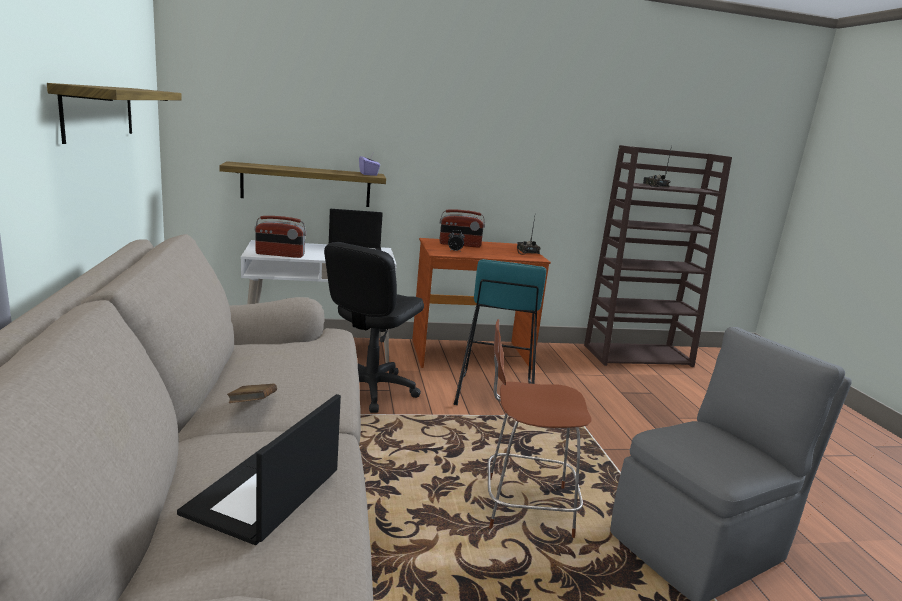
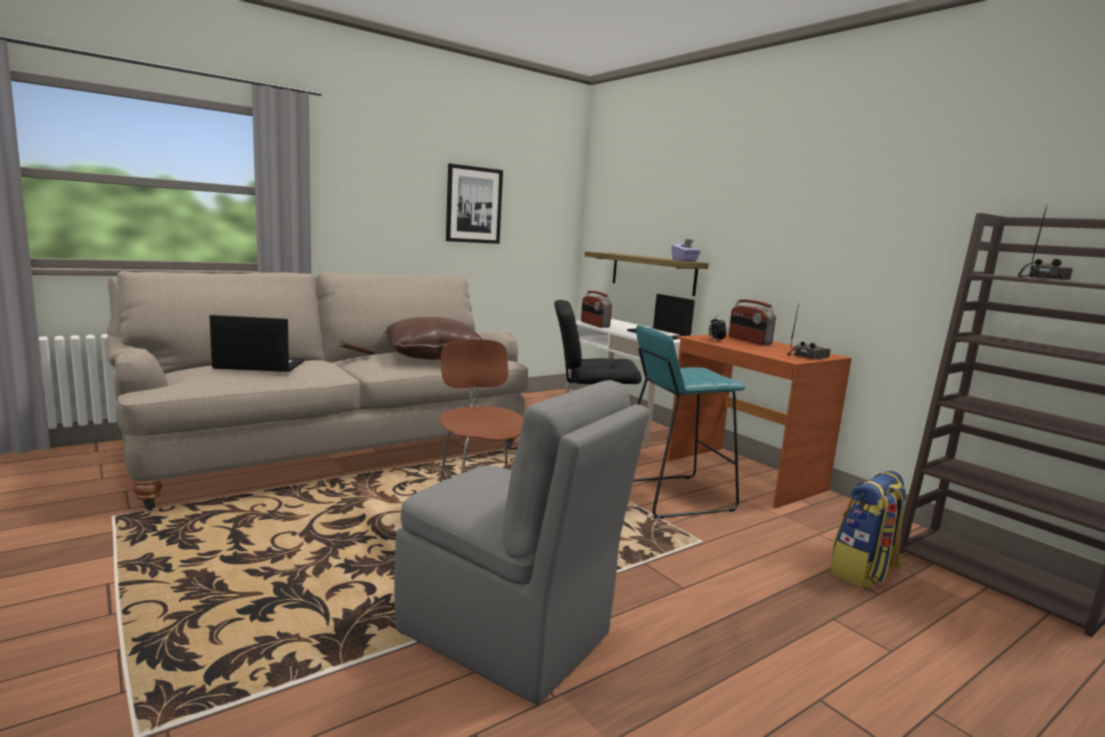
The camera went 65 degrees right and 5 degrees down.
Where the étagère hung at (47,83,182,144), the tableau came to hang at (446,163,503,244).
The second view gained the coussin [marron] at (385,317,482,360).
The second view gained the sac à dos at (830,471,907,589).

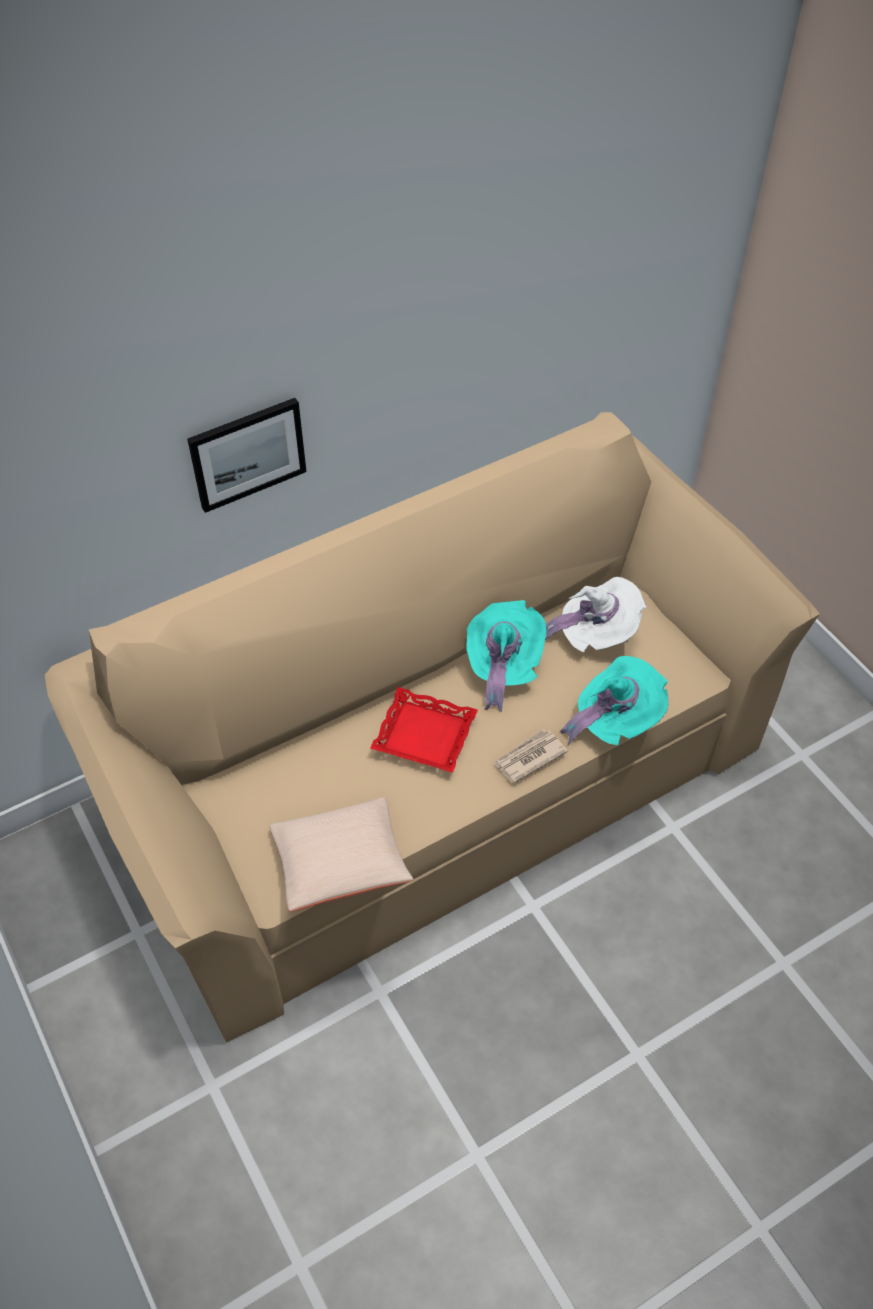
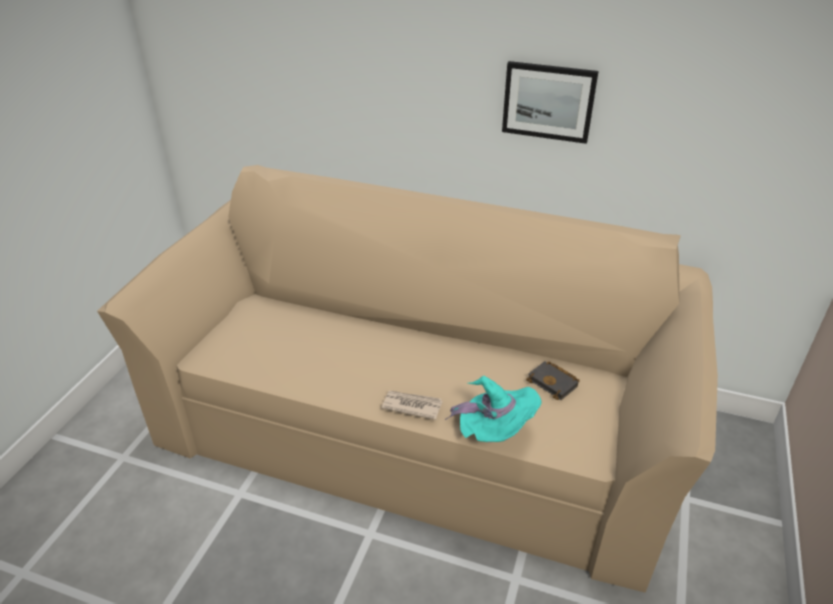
The camera went 50 degrees right and 15 degrees down.
The tableau ended up elsewhere, having gone from (187,398,306,513) to (502,61,599,144).
The second view lost the coussin [beige] at (269,797,413,912).
The second view lost the plateau [rouge] at (370,687,478,773).
The second view lost the chapeau [turquoise] at (466,600,546,712).
Where the chapeau [blanc] stood at (545,577,646,652), the livre [noir] came to stand at (526,361,580,400).

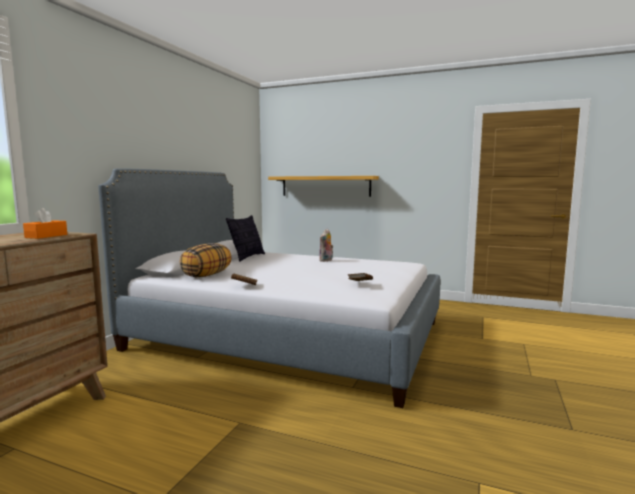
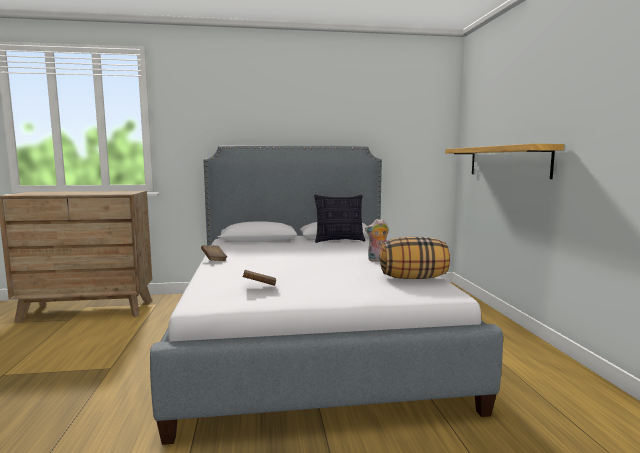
The camera went 60 degrees right and 0 degrees up.
The second view lost the boîte à mouchoirs [orange] at (23,208,67,239).
The coussin ended up elsewhere, having gone from (180,243,232,277) to (380,237,450,279).

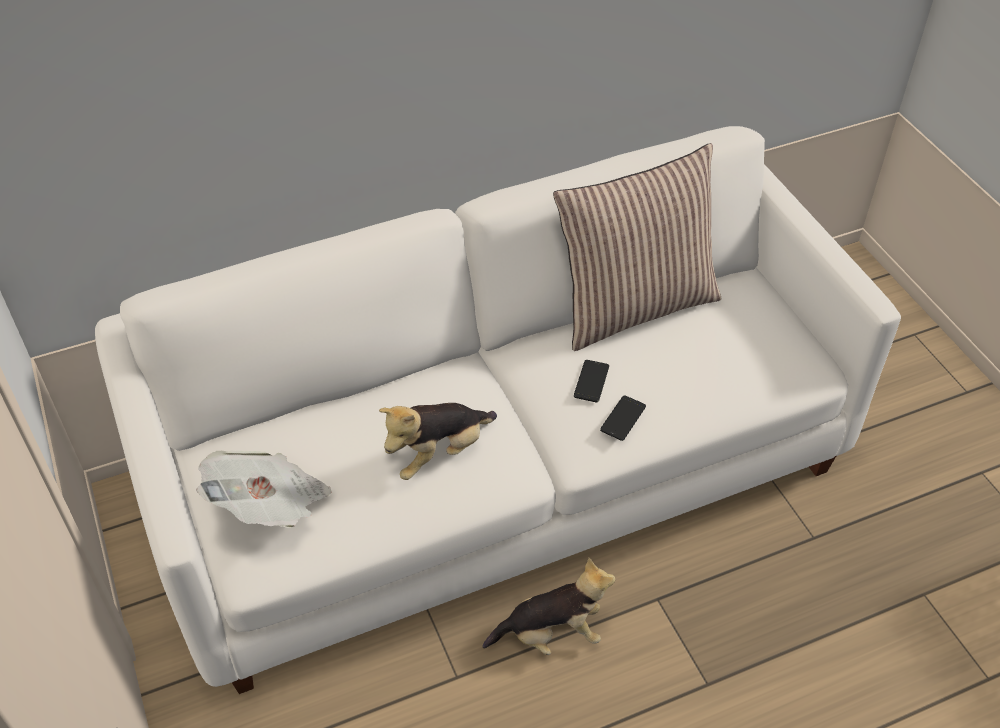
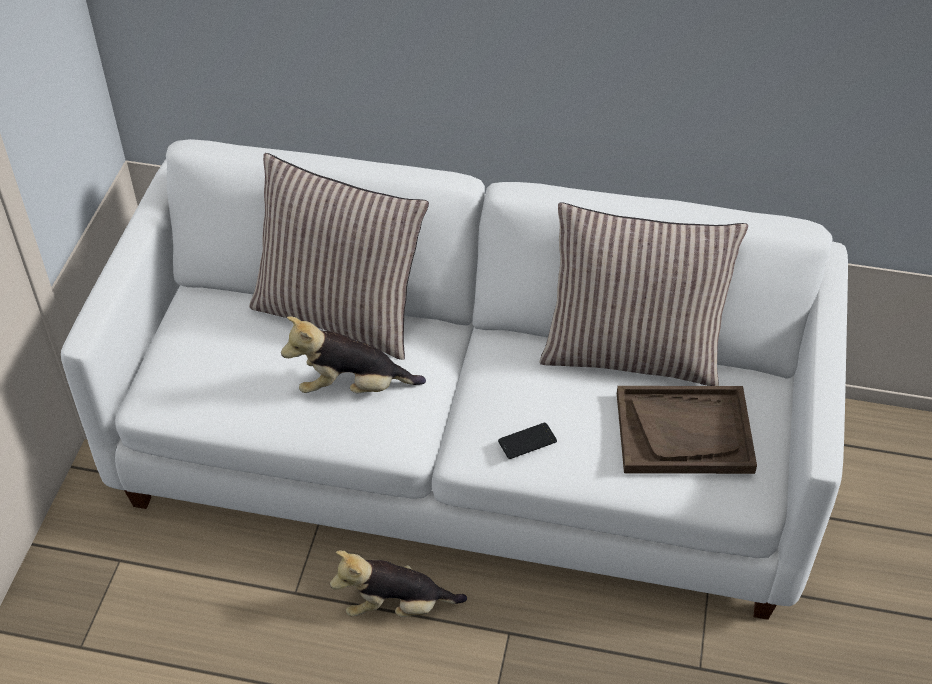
The camera went 35 degrees right and 0 degrees up.
The second view lost the journal at (196,451,331,528).
The peluche at (483,558,615,655) ended up facing another way, 150 degrees clockwise from before.
The second view lost the téléphone at (574,360,609,403).
The second view gained the coussin at (249,153,429,360).
The second view gained the plateau [marron] at (617,386,757,474).

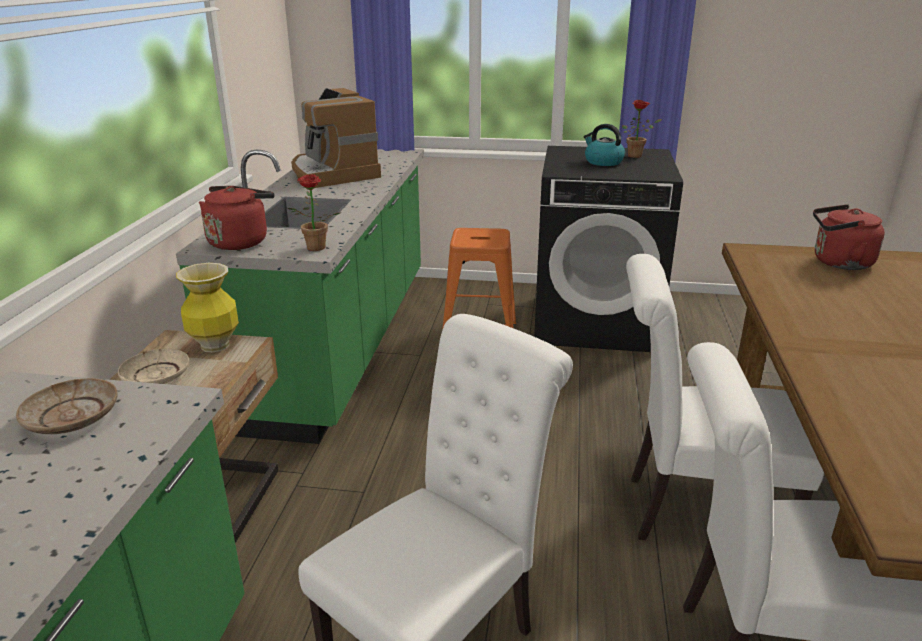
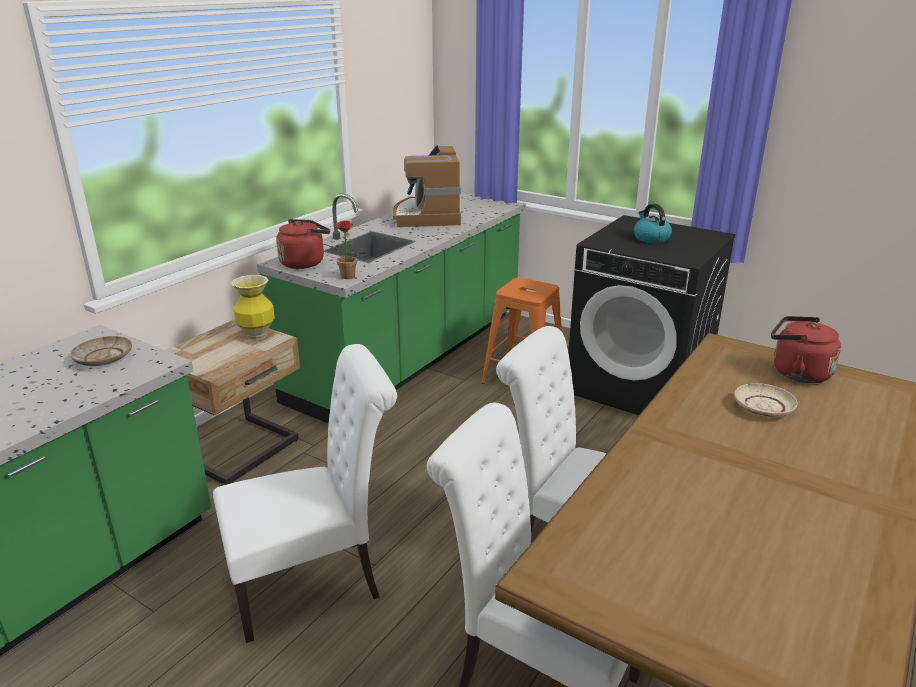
The camera went 25 degrees right and 0 degrees up.
The assiette [beige] ended up elsewhere, having gone from (118,349,189,384) to (734,383,798,417).
The second view lost the plante en pot at (622,100,662,158).

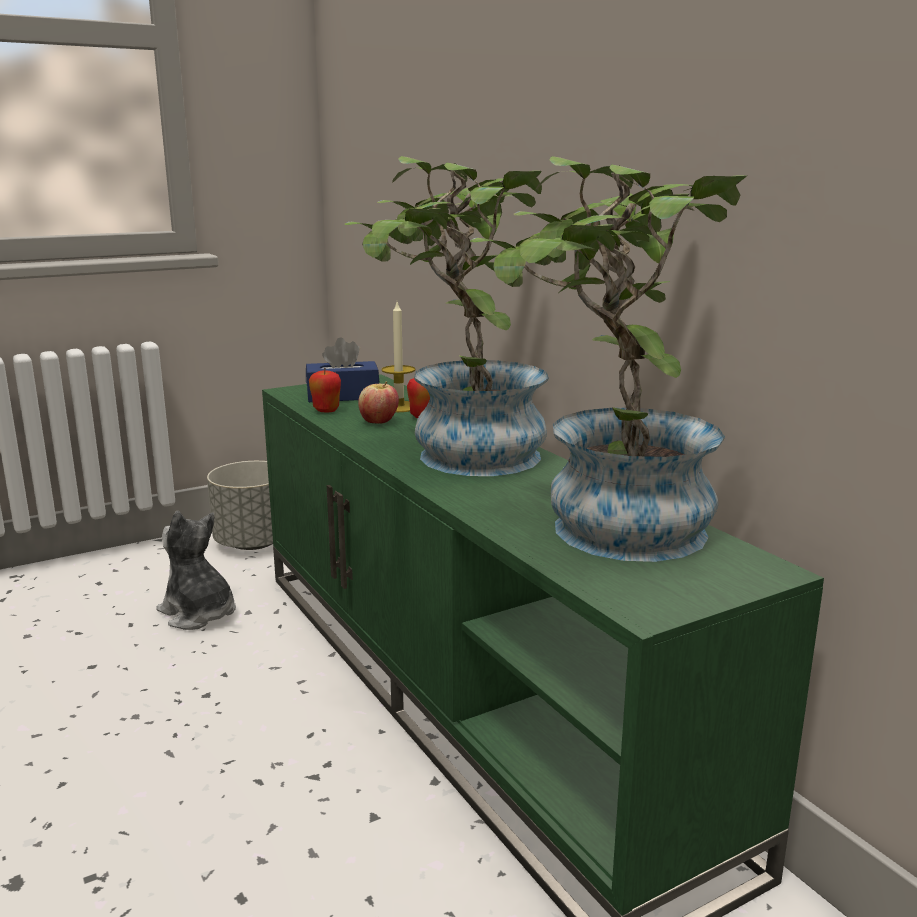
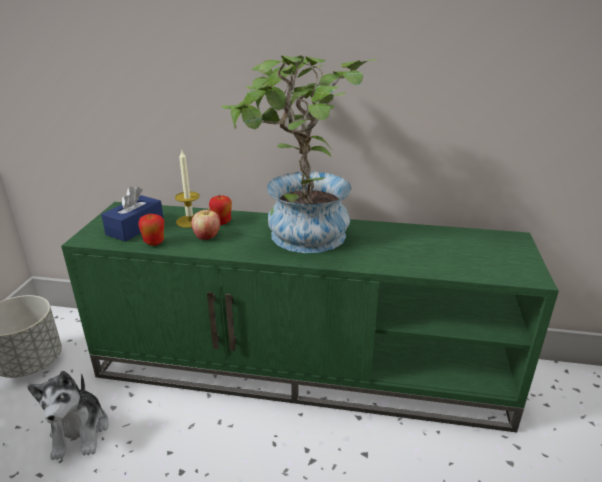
The camera went 50 degrees left and 10 degrees up.
The peluche at (156,511,236,630) ended up facing another way, 90 degrees counterclockwise from before.
The second view lost the plante en pot at (470,156,748,562).

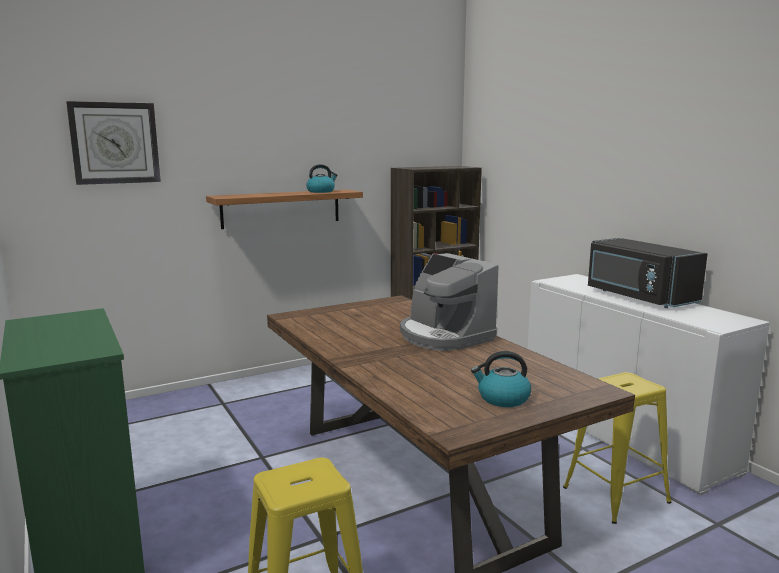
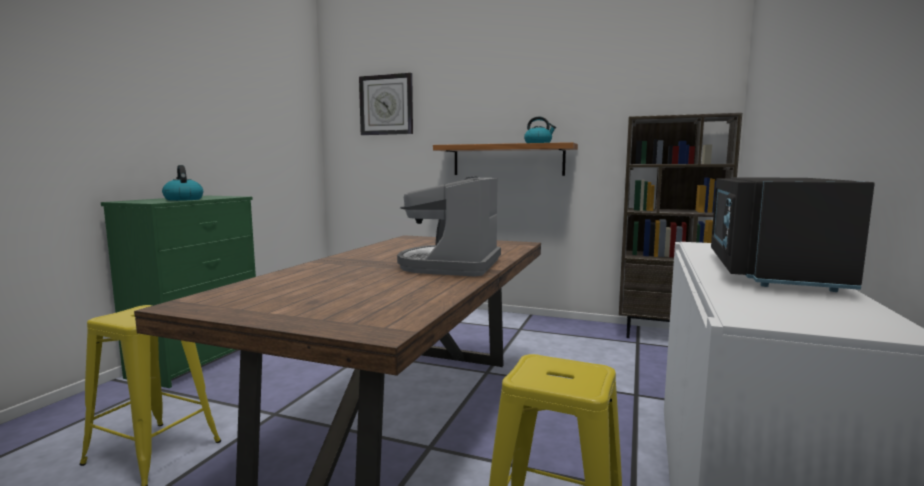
The camera went 50 degrees right and 5 degrees down.
The bouilloire ended up elsewhere, having gone from (471,351,531,407) to (162,165,203,201).

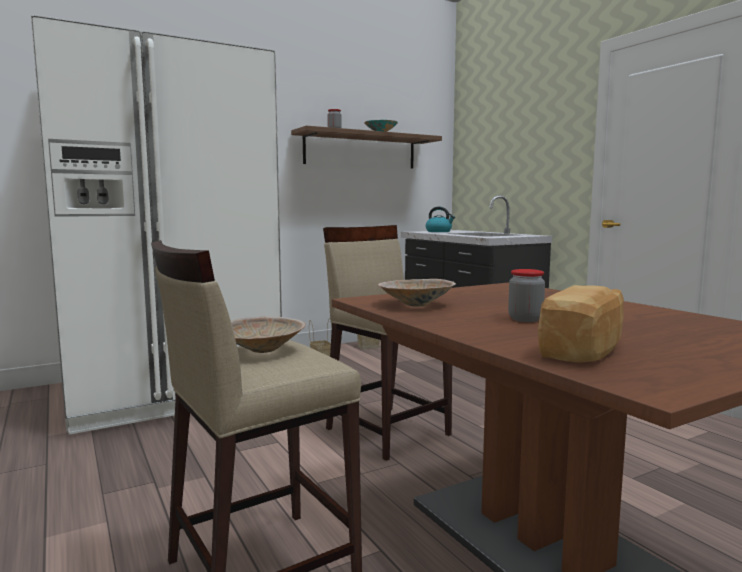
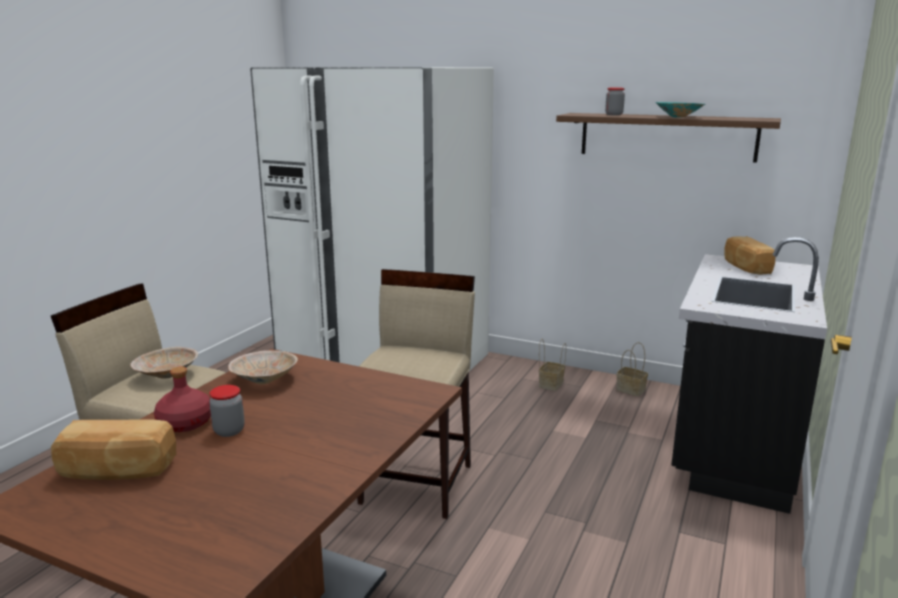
The camera went 55 degrees right and 10 degrees up.
Where the bouilloire stood at (426,207,455,232), the pain came to stand at (724,236,775,275).
The second view gained the bouteille [rouge] at (154,366,211,432).

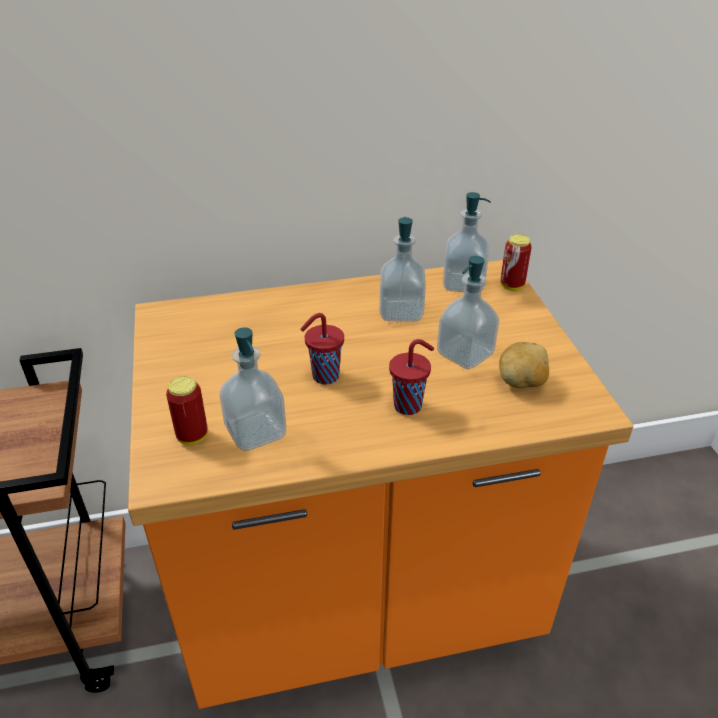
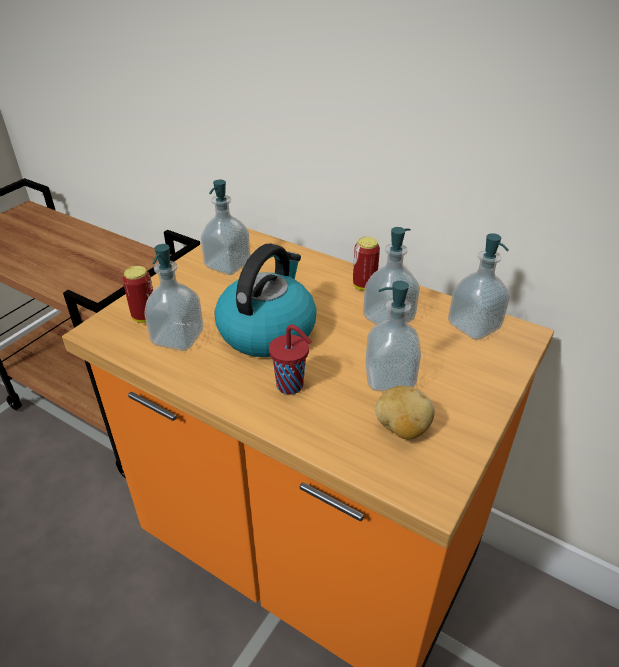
The camera went 45 degrees right and 0 degrees up.
Where the tasse [rouge] stood at (300,313,344,385), the bouilloire came to stand at (215,243,317,357).
The boîte métallique ended up elsewhere, having gone from (500,234,532,291) to (353,237,380,291).
The second view gained the distributeur de savon at (201,179,251,275).

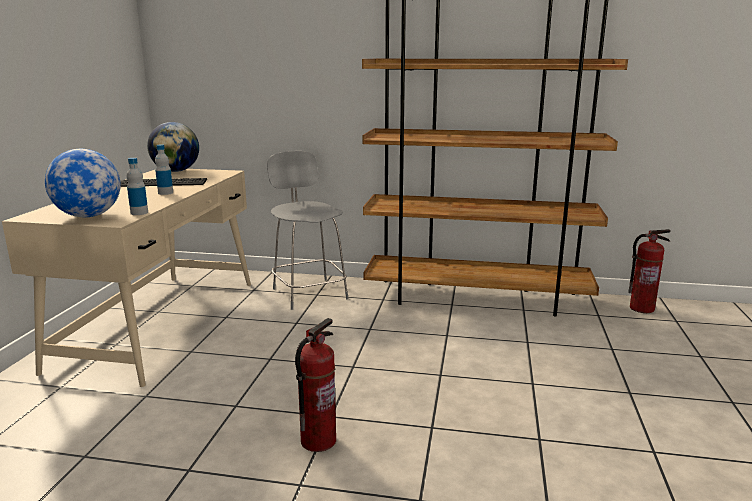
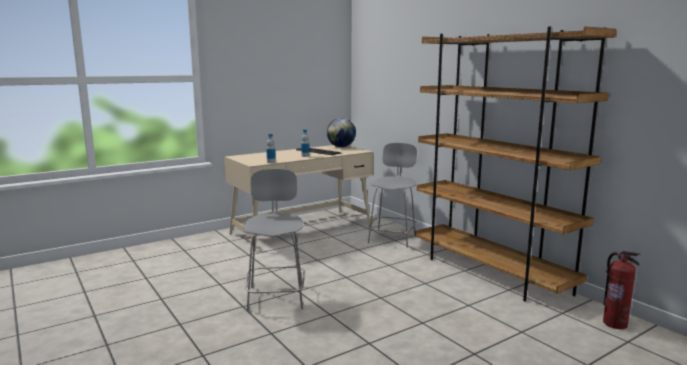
The camera went 45 degrees right and 5 degrees down.
The second view lost the globe at (45,149,121,217).
Where the extincteur stood at (295,318,336,452), the chaise [gris] came to stand at (243,169,305,312).

